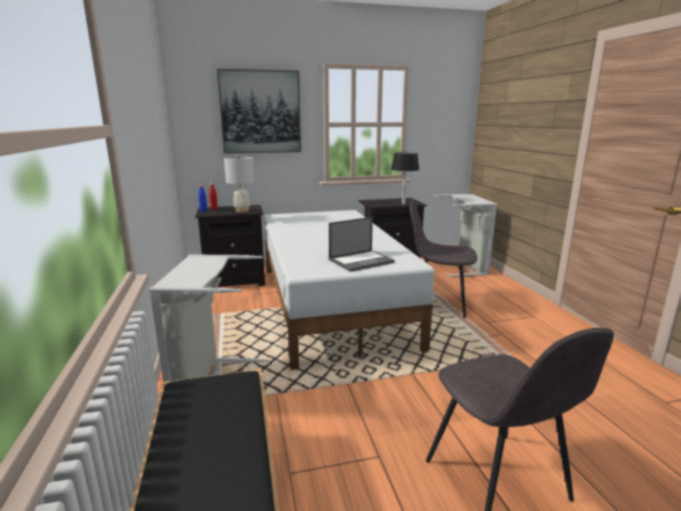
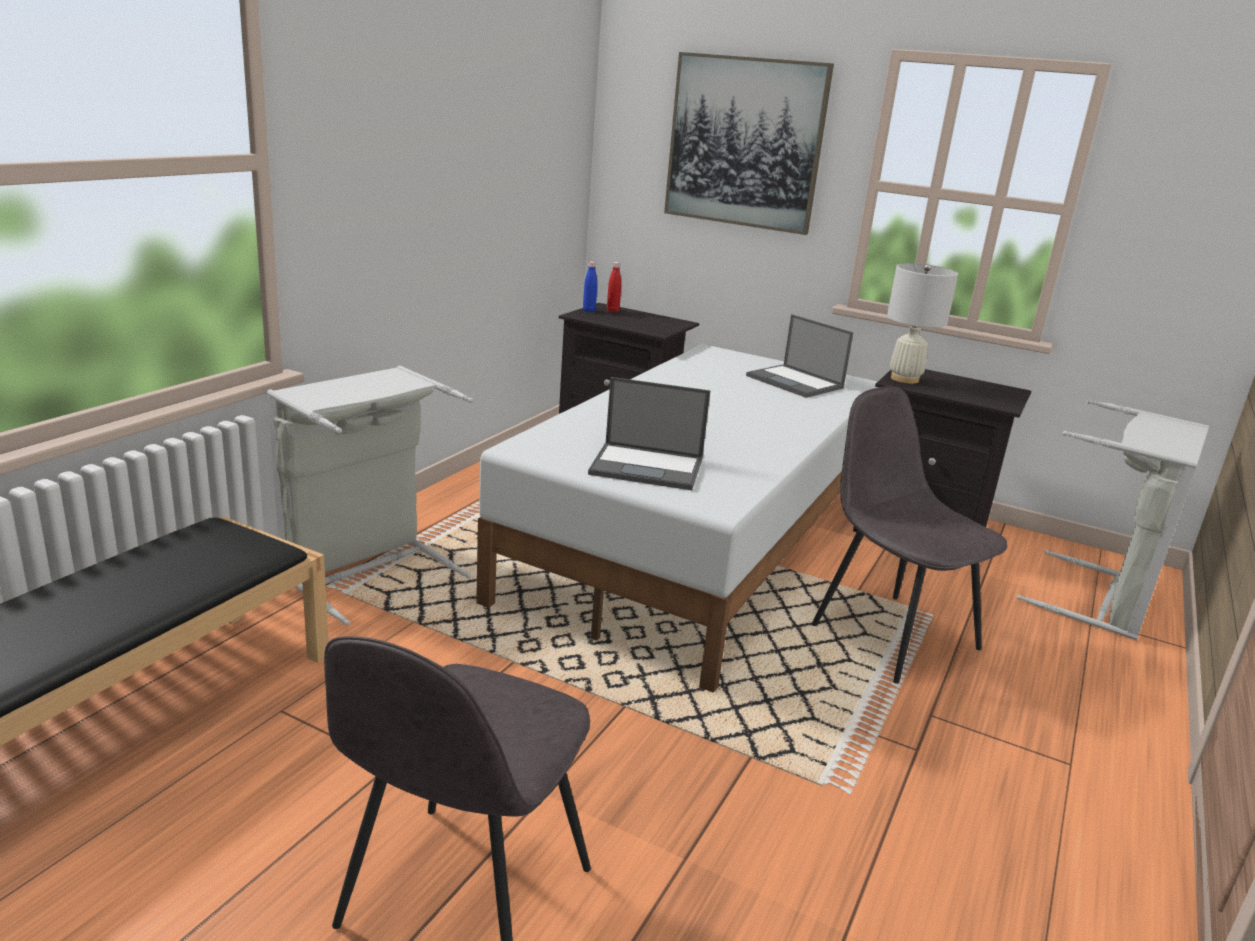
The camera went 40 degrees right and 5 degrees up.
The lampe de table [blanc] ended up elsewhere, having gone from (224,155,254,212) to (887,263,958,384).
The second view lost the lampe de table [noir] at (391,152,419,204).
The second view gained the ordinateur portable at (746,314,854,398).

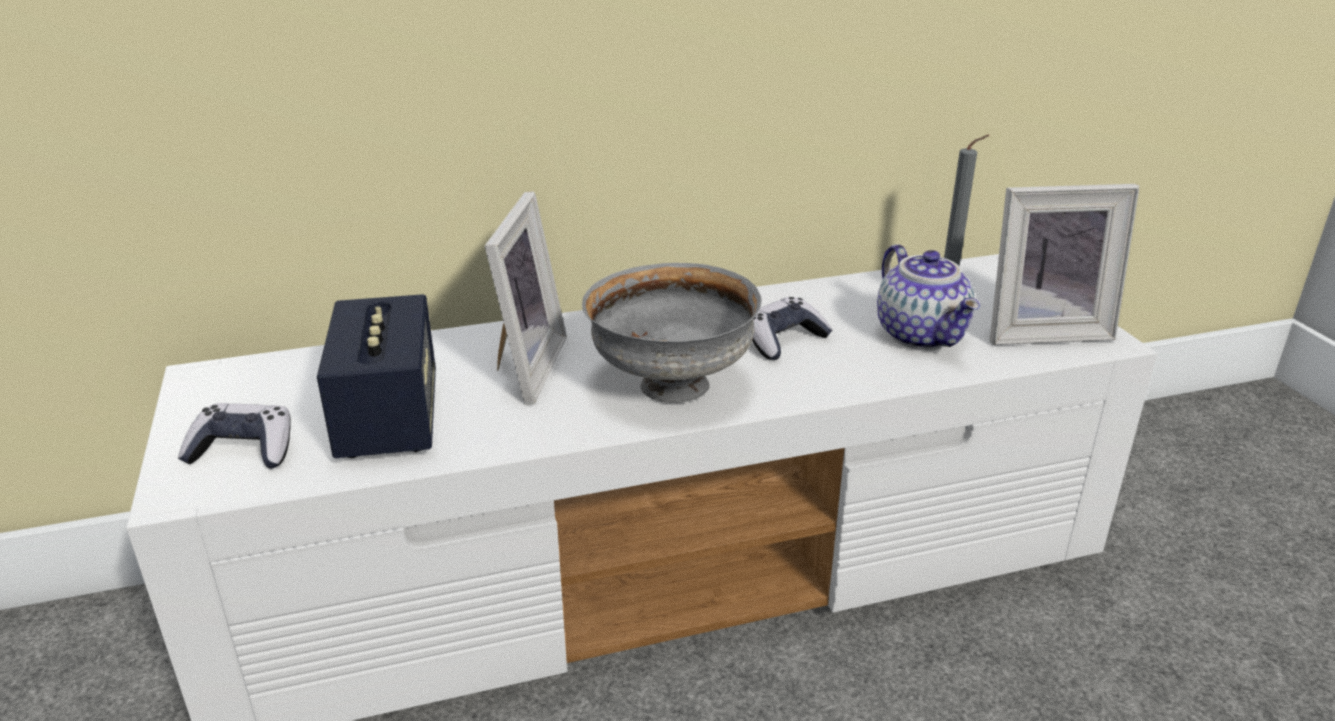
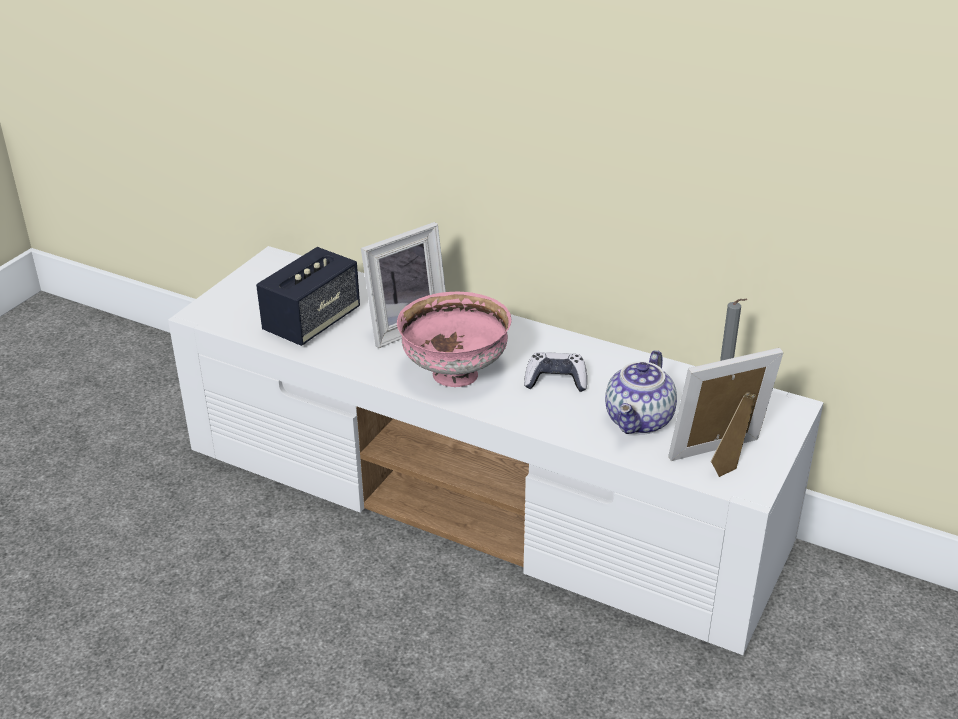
The camera went 45 degrees right and 5 degrees up.
The second view lost the manette at (178,403,291,469).
What was the bol [gris] at (582,263,762,403) turned into the bol [rose] at (397,292,512,387).
The cadre photo at (989,184,1140,345) ended up facing another way, 120 degrees clockwise from before.

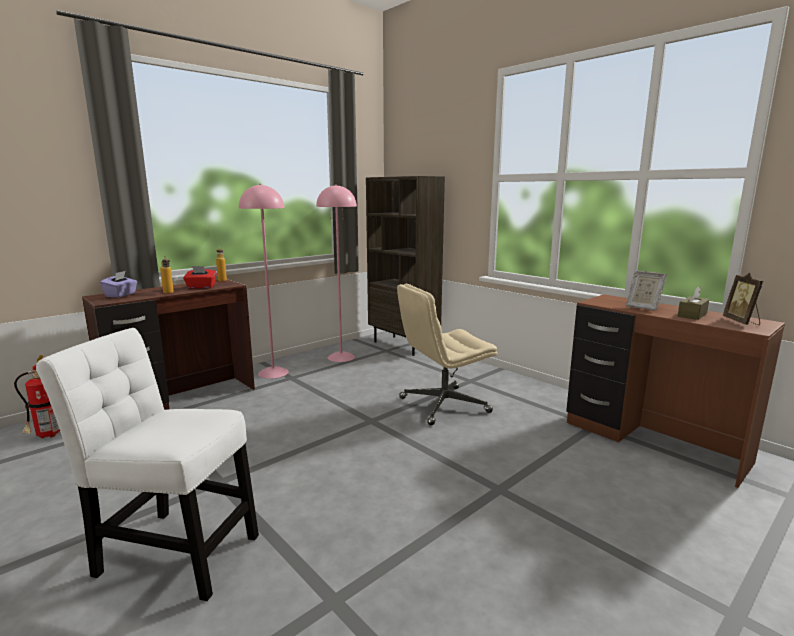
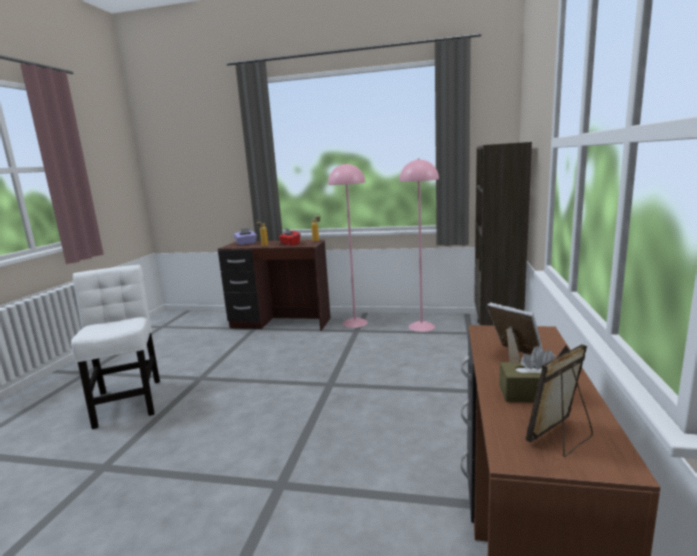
The camera went 55 degrees right and 0 degrees up.
The second view lost the extincteur at (14,355,60,439).
The second view lost the chaise de bureau [beige] at (397,284,498,425).
The cadre photo at (626,270,667,311) ended up facing another way, 135 degrees clockwise from before.

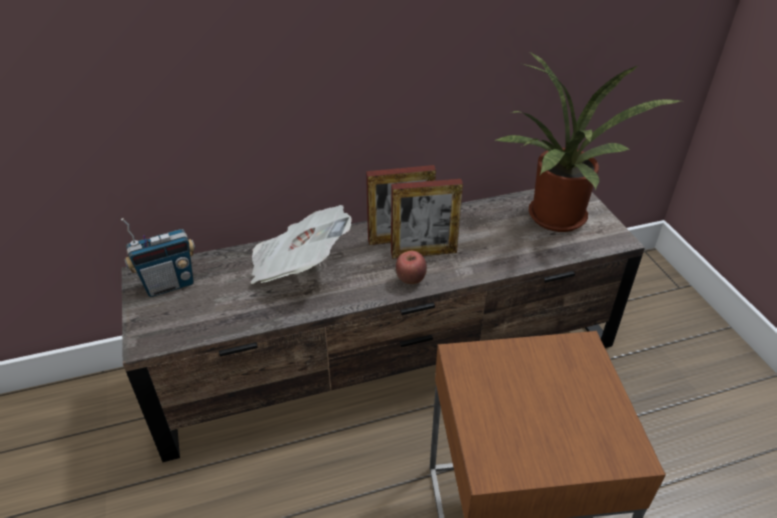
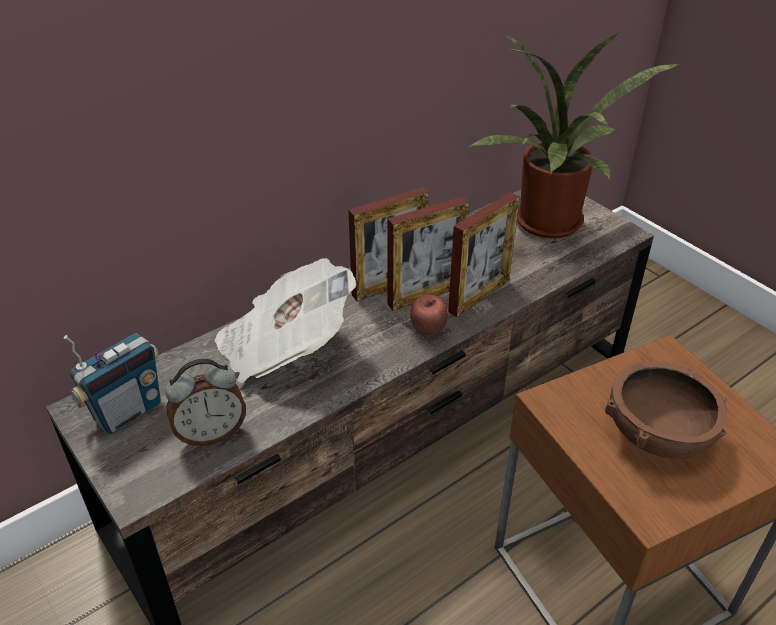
The camera went 20 degrees left and 0 degrees up.
The second view gained the réveil at (165,359,246,446).
The second view gained the cadre photo at (448,192,520,317).
The second view gained the bol [marron] at (605,362,728,459).

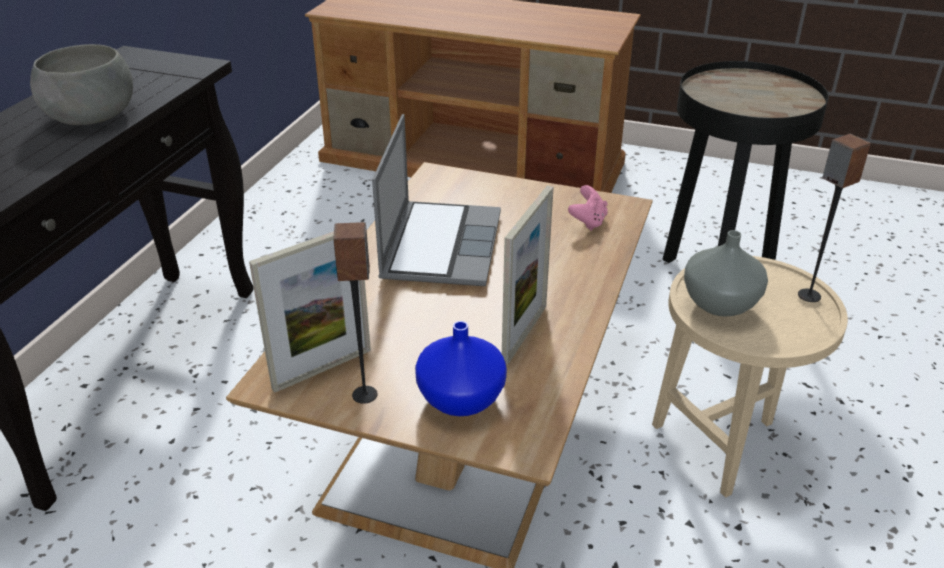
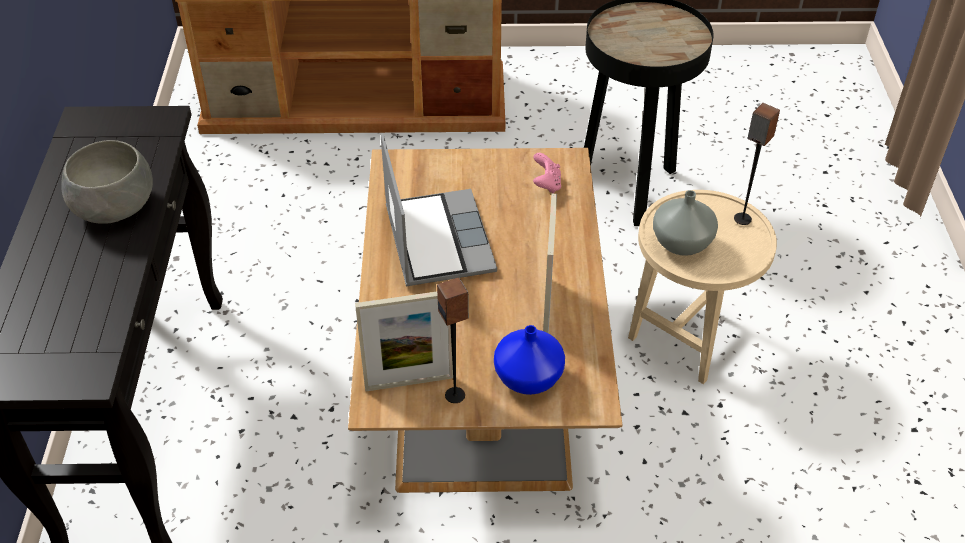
The camera went 20 degrees left and 10 degrees up.
The cadre photo at (249,231,371,393) ended up facing another way, 45 degrees clockwise from before.

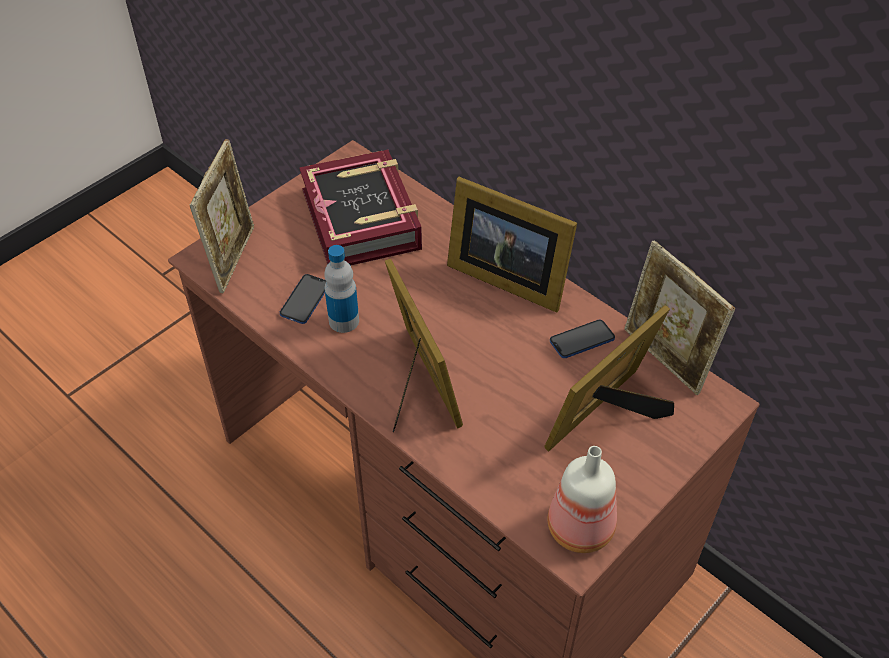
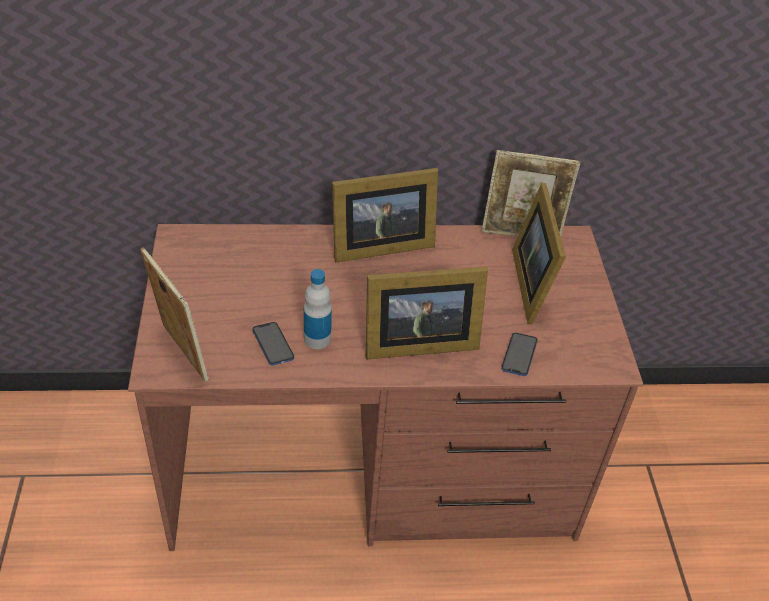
The camera went 50 degrees left and 5 degrees down.
The second view lost the livre at (299,149,422,266).
The cadre photo at (385,259,463,432) ended up facing another way, 150 degrees clockwise from before.
The second view lost the bouteille at (547,446,617,553).
The téléphone ended up elsewhere, having gone from (550,320,615,358) to (501,333,538,376).

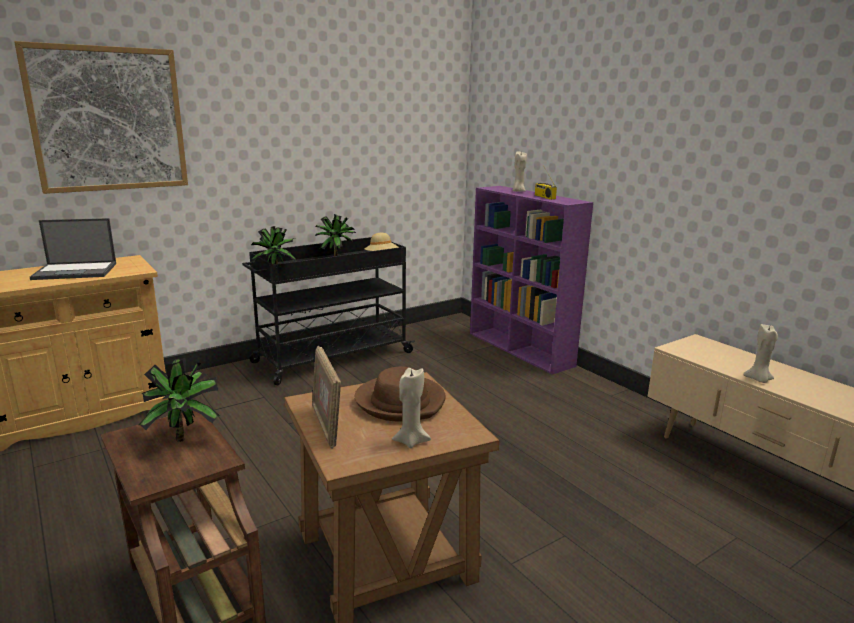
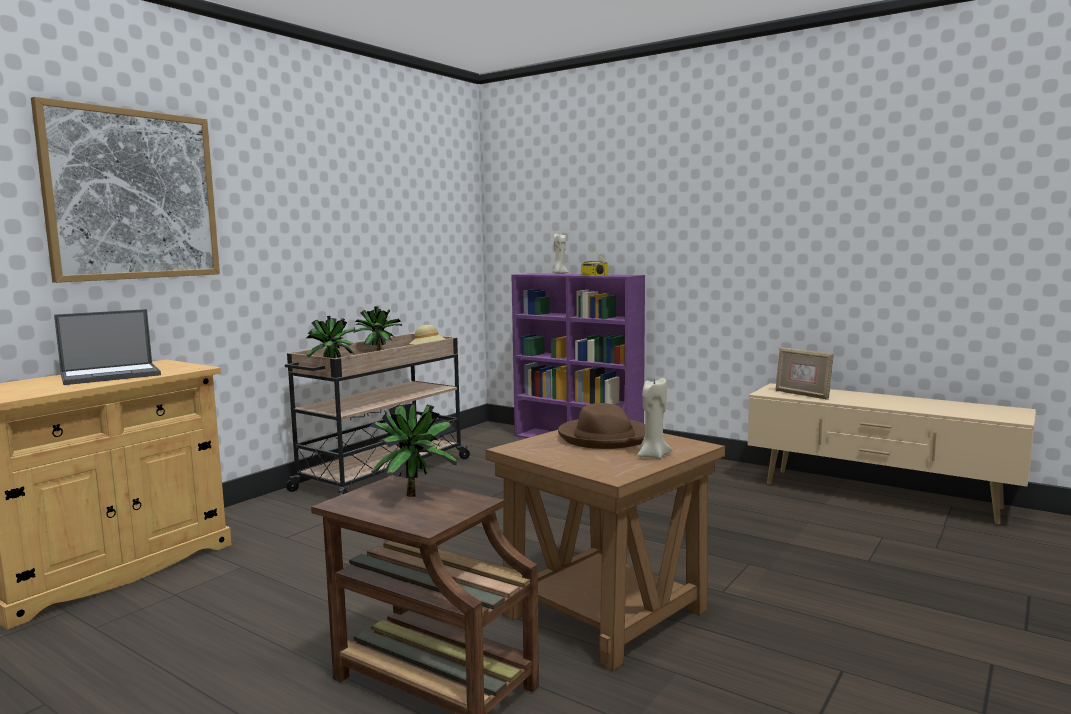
The camera went 20 degrees left and 10 degrees down.
What was the chariot [noir] at (242,237,415,386) turned into the chariot [beige] at (285,334,471,496).
The cadre photo ended up elsewhere, having gone from (312,346,341,449) to (775,347,834,400).
The second view lost the bougie [beige] at (743,324,778,383).

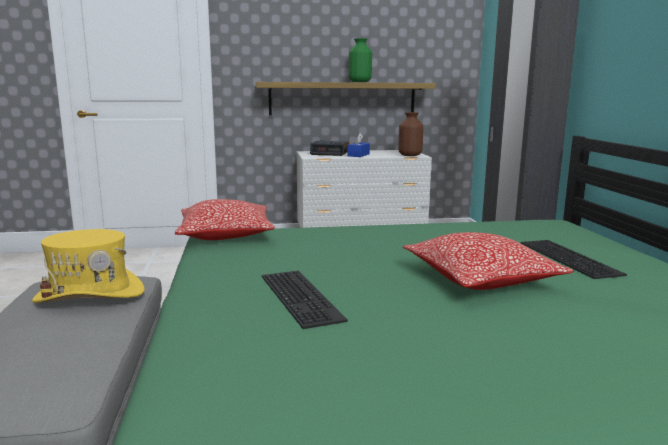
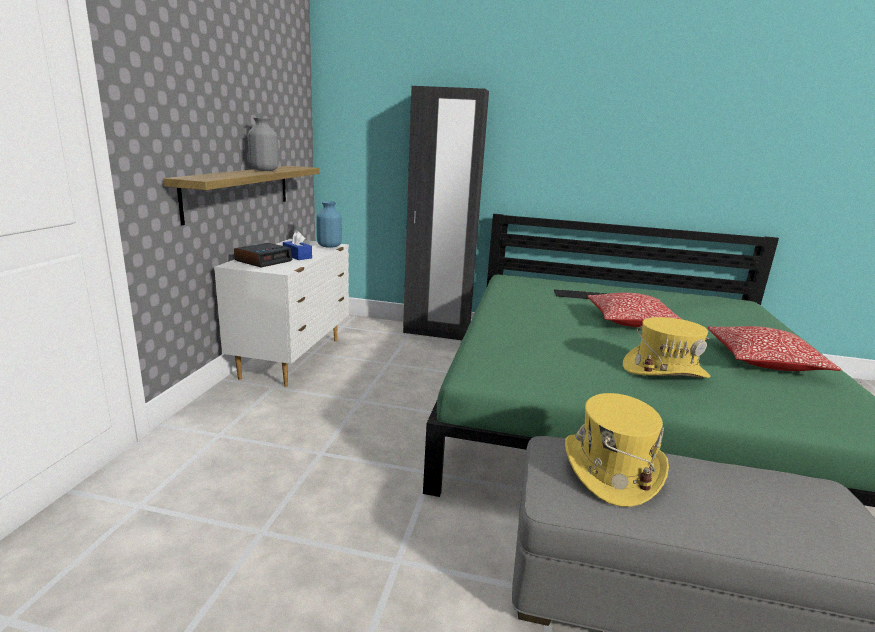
The camera went 70 degrees left and 5 degrees up.
The coussin ended up elsewhere, having gone from (175,199,275,240) to (708,326,841,371).
Where the clavier stood at (262,271,348,329), the chapeau [jaune] came to stand at (623,317,710,378).
What was the vase [vert] at (349,38,372,82) turned into the vase [gris] at (248,118,279,171).
What was the vase [marron] at (398,112,424,156) turned into the vase [bleu] at (316,201,342,248).

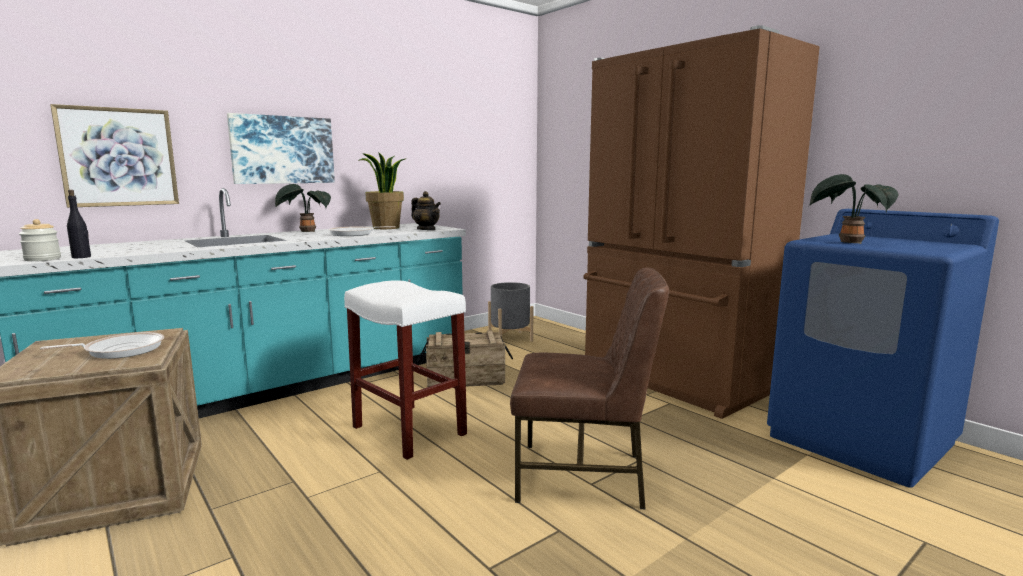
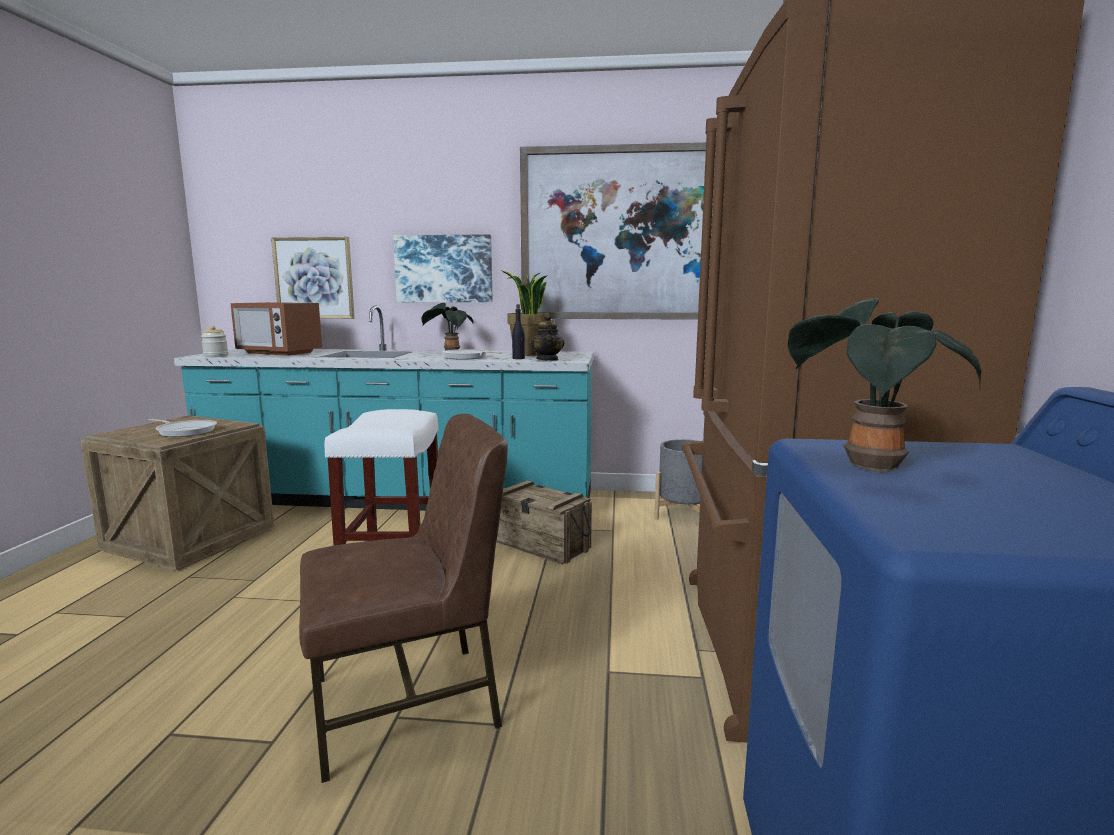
The camera went 45 degrees right and 0 degrees up.
The bouteille [noir] ended up elsewhere, having gone from (67,190,91,258) to (512,304,525,359).
The chaise [marron] at (510,268,669,510) ended up facing another way, 75 degrees counterclockwise from before.
The second view gained the micro-ondes at (230,302,322,356).
The second view gained the tableau at (520,142,716,320).

